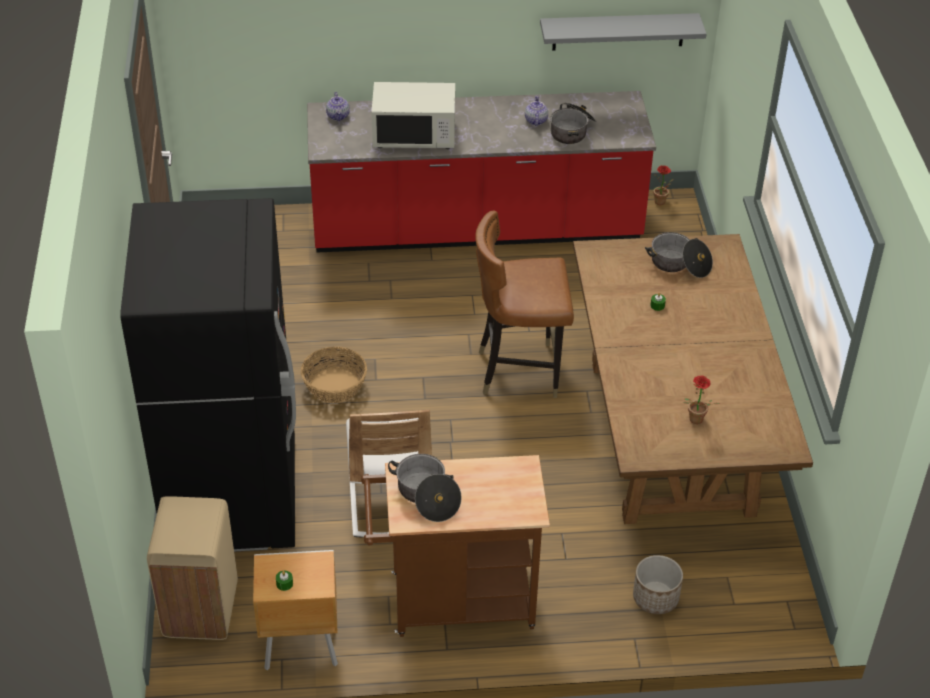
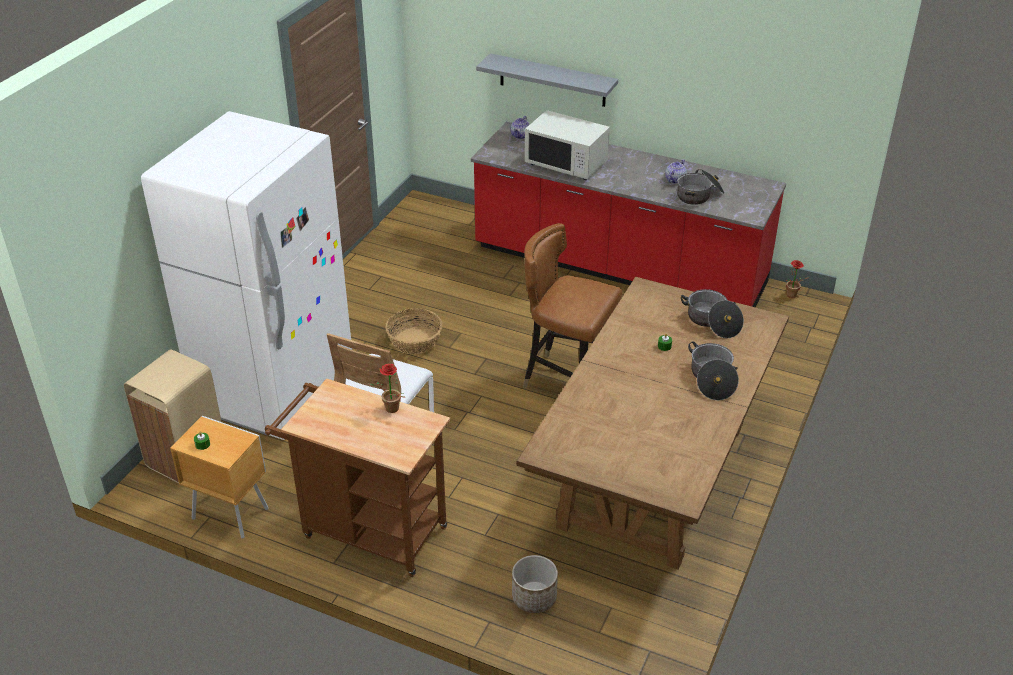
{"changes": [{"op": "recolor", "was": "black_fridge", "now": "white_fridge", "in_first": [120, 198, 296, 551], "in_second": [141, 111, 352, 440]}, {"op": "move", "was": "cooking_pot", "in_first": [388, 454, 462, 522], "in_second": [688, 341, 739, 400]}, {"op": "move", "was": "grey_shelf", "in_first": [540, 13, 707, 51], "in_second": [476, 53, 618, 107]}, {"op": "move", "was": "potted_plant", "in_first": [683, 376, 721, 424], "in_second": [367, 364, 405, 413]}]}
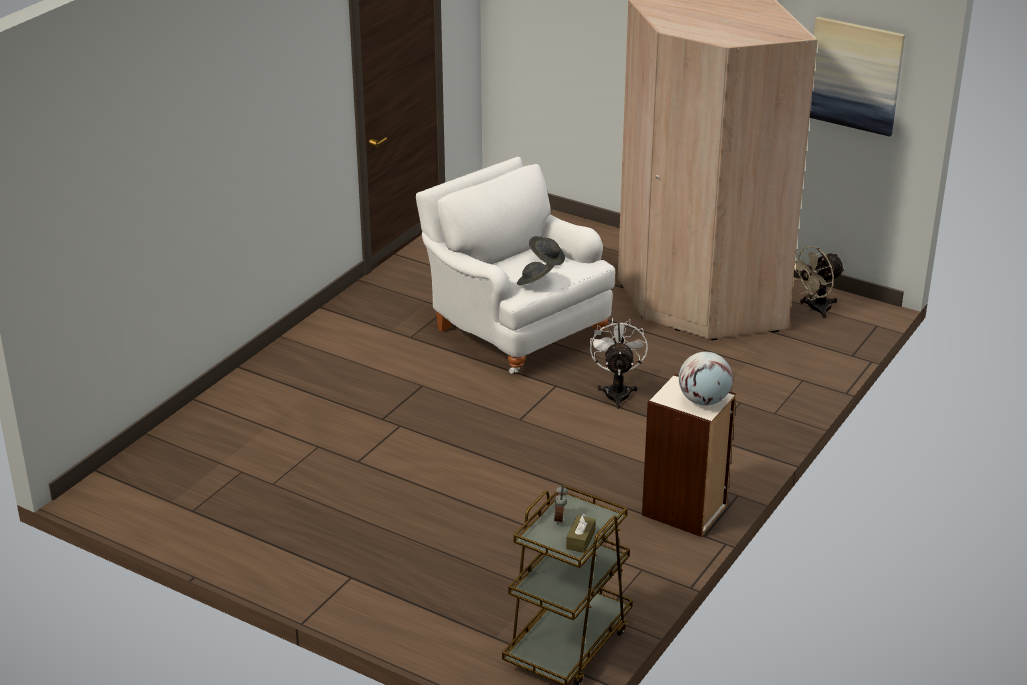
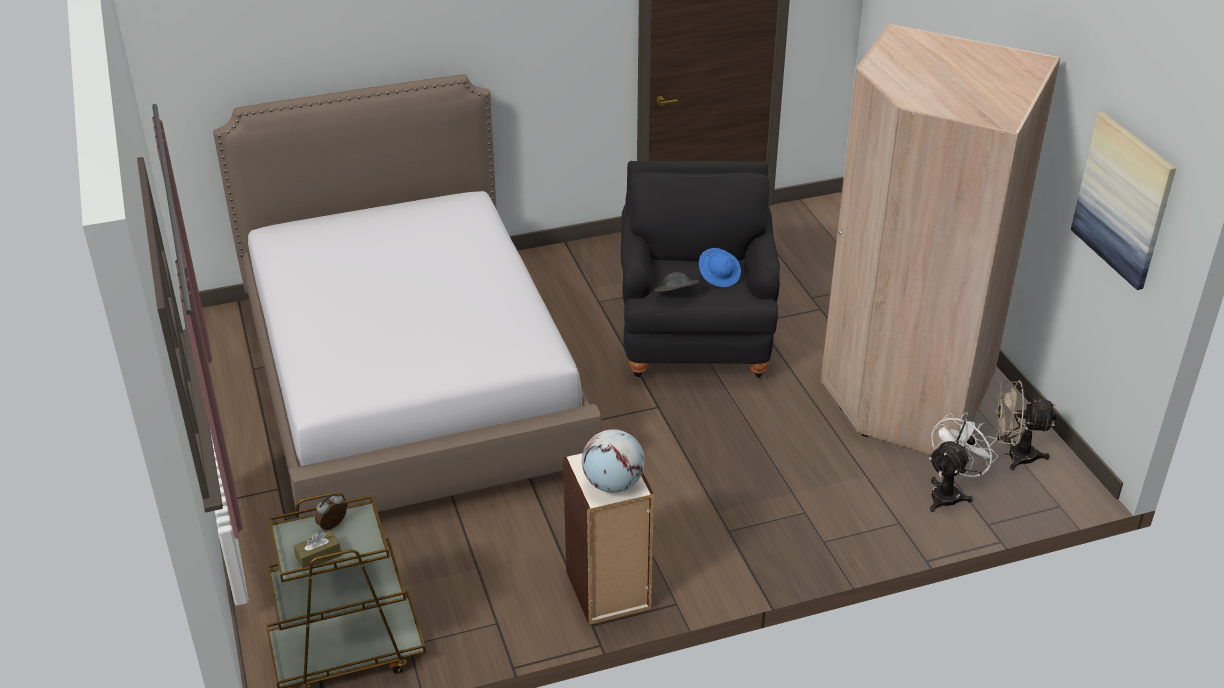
{"changes": [{"op": "recolor", "was": "white_armchair", "now": "black_armchair", "in_first": [416, 157, 615, 374], "in_second": [621, 161, 780, 378]}, {"op": "recolor", "was": "grey_hat", "now": "blue_hat", "in_first": [529, 236, 565, 266], "in_second": [699, 248, 741, 287]}, {"op": "move", "was": "white_fan", "in_first": [590, 318, 648, 409], "in_second": [929, 412, 998, 512]}, {"op": "insert", "now": "bed", "in_second": [213, 74, 602, 517]}]}
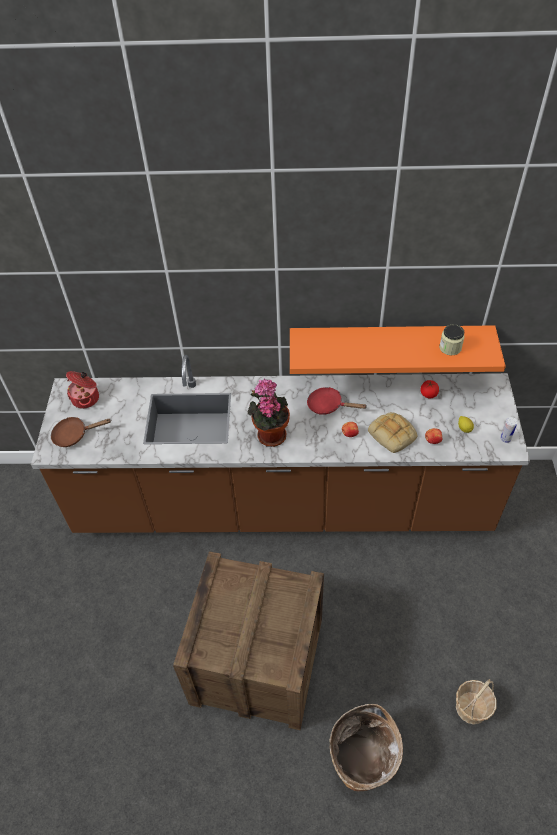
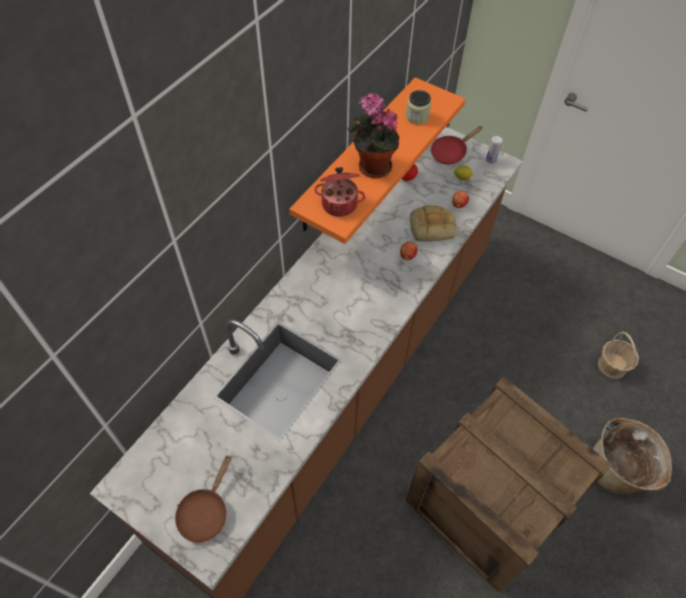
{"changes": [{"op": "move", "was": "cooking_pot", "in_first": [66, 371, 99, 409], "in_second": [314, 167, 365, 217]}, {"op": "move", "was": "potted_plant", "in_first": [248, 378, 290, 447], "in_second": [347, 93, 400, 178]}, {"op": "move", "was": "red_frying_pan", "in_first": [307, 387, 367, 415], "in_second": [431, 126, 483, 165]}]}
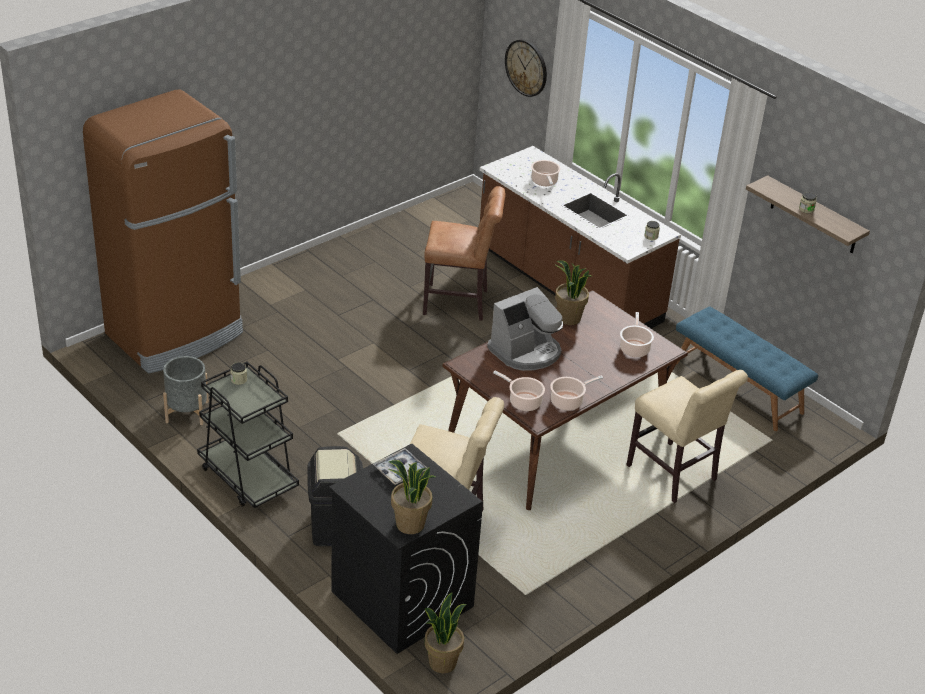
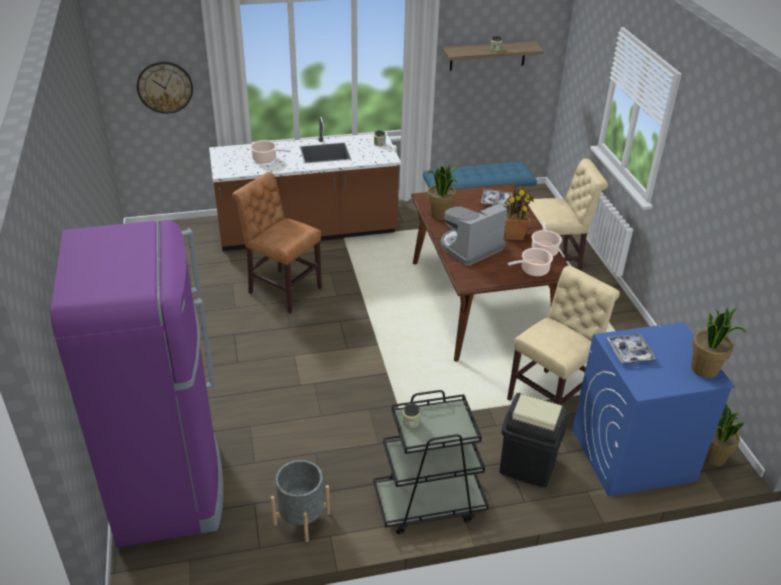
{"changes": [{"op": "recolor", "was": "brown_fridge", "now": "purple_fridge", "in_first": [83, 90, 243, 374], "in_second": [50, 220, 224, 547]}, {"op": "recolor", "was": "black_washing_machine", "now": "blue_washing_machine", "in_first": [329, 444, 483, 654], "in_second": [572, 322, 735, 497]}, {"op": "rotate", "was": "brown_chair", "in_first": [423, 186, 506, 321], "in_second": [232, 172, 322, 313], "clockwise": -90}, {"op": "rotate", "was": "coffee_machine", "in_first": [487, 287, 563, 371], "in_second": [440, 203, 507, 266], "clockwise": -120}, {"op": "replace", "was": "cooking_pot", "now": "tray", "in_first": [620, 312, 654, 357], "in_second": [481, 189, 512, 207]}, {"op": "insert", "now": "potted_plant", "in_second": [505, 183, 534, 240]}]}
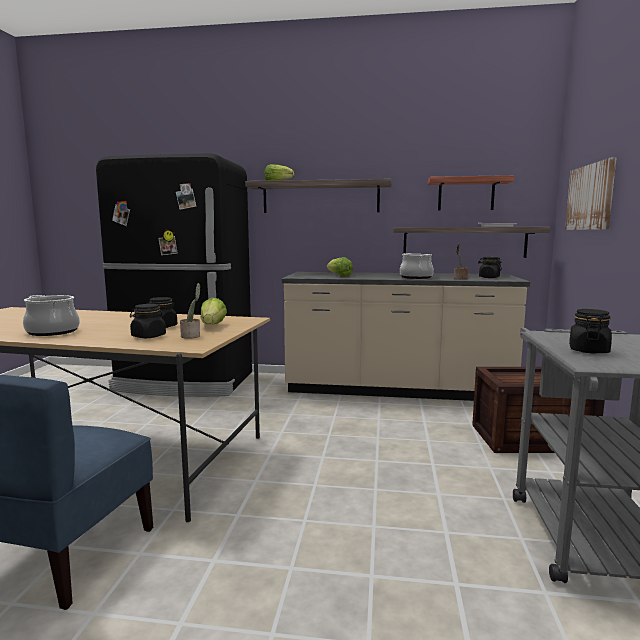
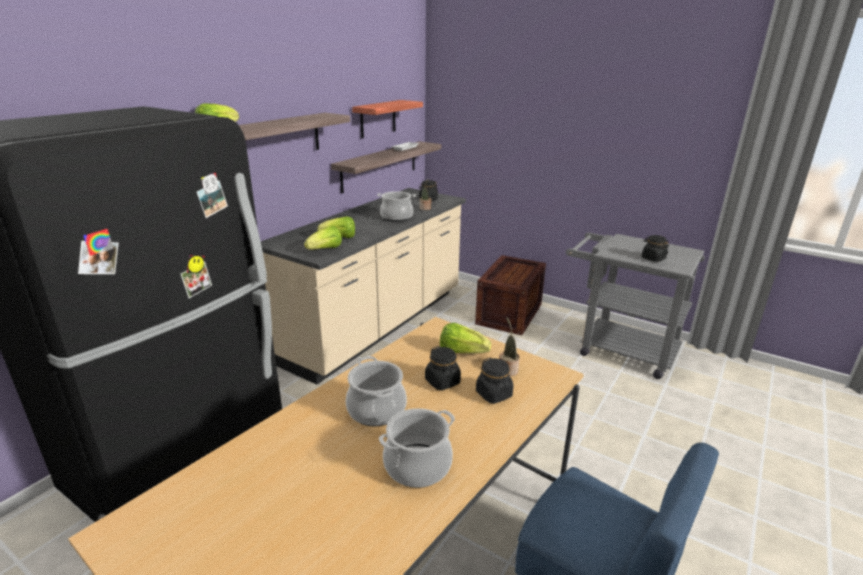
{"changes": [{"op": "delete", "was": "picture", "in_first": [565, 157, 617, 230]}, {"op": "insert", "now": "lettuce", "in_second": [304, 226, 342, 250]}, {"op": "insert", "now": "cooking_pot", "in_second": [346, 356, 407, 426]}]}
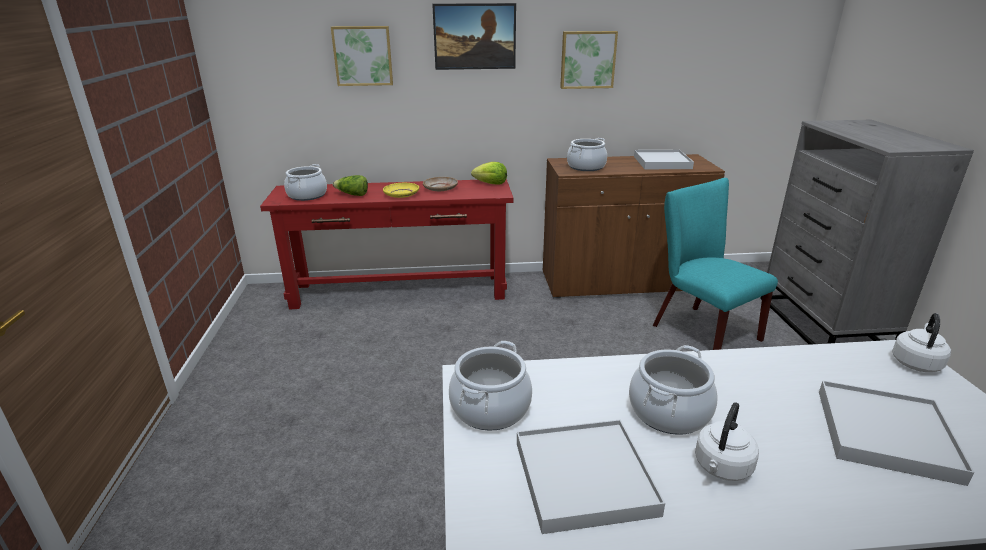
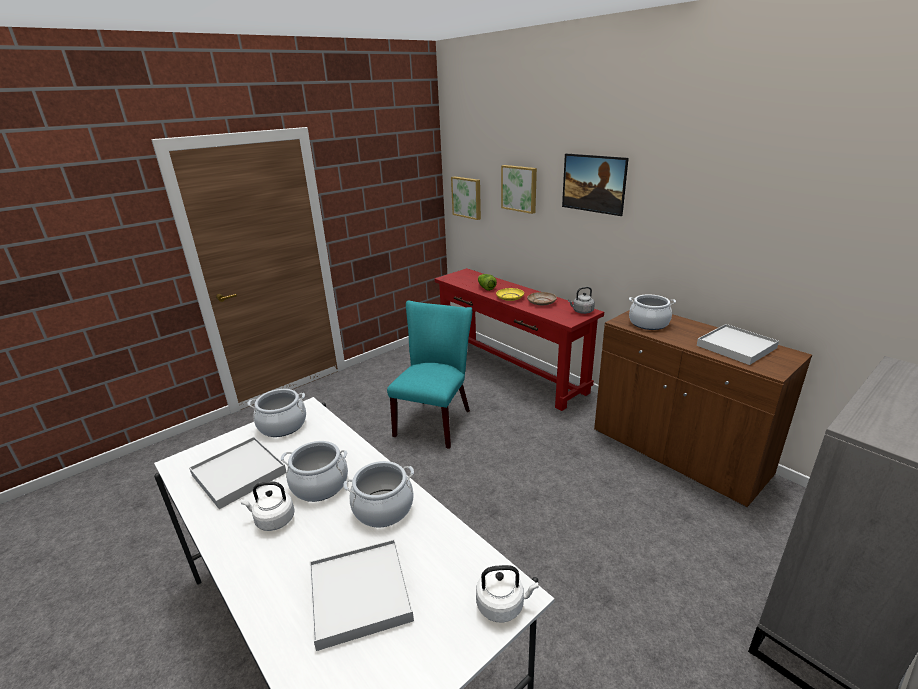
{"changes": [{"op": "move", "was": "cooking_pot", "in_first": [284, 164, 327, 201], "in_second": [343, 461, 414, 527]}, {"op": "replace", "was": "lettuce", "now": "grey_kettle", "in_first": [471, 162, 507, 185], "in_second": [568, 287, 595, 314]}, {"op": "move", "was": "picture", "in_first": [560, 31, 618, 89], "in_second": [451, 176, 481, 220]}, {"op": "move", "was": "turquoise_chair", "in_first": [653, 178, 778, 350], "in_second": [387, 301, 472, 449]}]}
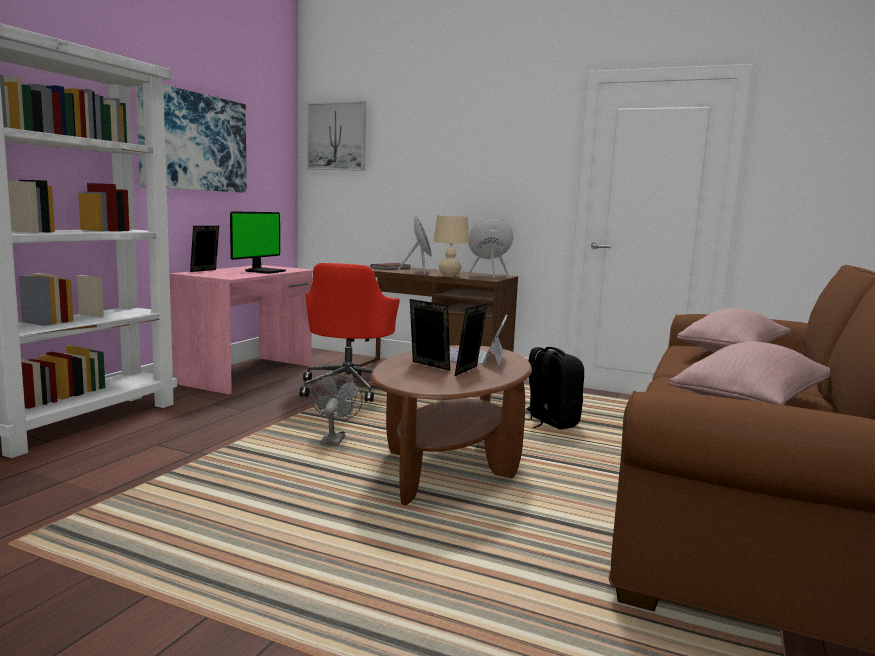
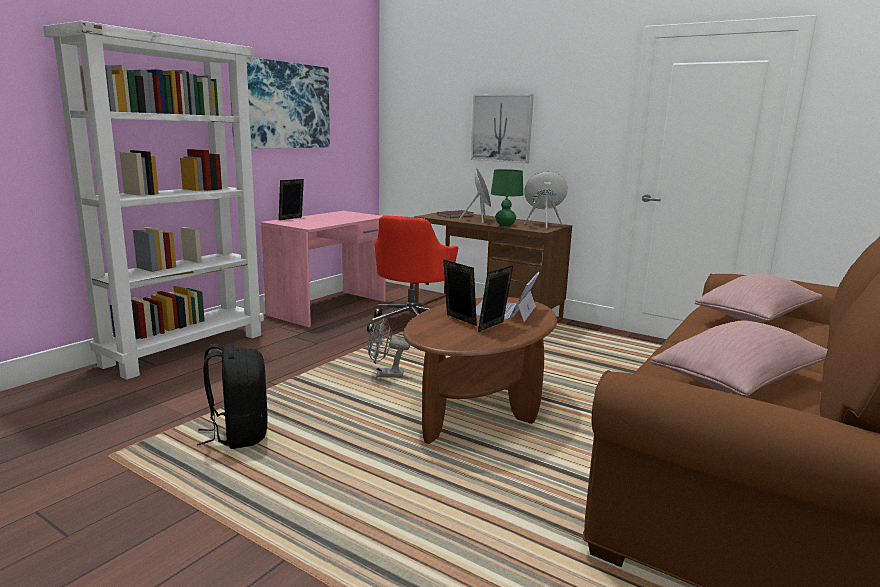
{"changes": [{"op": "delete", "was": "monitor", "in_first": [230, 211, 286, 274]}, {"op": "move", "was": "picture", "in_first": [307, 101, 366, 171], "in_second": [471, 94, 534, 163]}, {"op": "rotate", "was": "grey_fan", "in_first": [311, 373, 363, 446], "in_second": [368, 319, 410, 378], "clockwise": -105}, {"op": "recolor", "was": "beige_table_lamp", "now": "green_table_lamp", "in_first": [434, 216, 469, 277], "in_second": [491, 169, 523, 227]}, {"op": "move", "was": "black_backpack", "in_first": [525, 347, 584, 430], "in_second": [197, 344, 268, 449]}]}
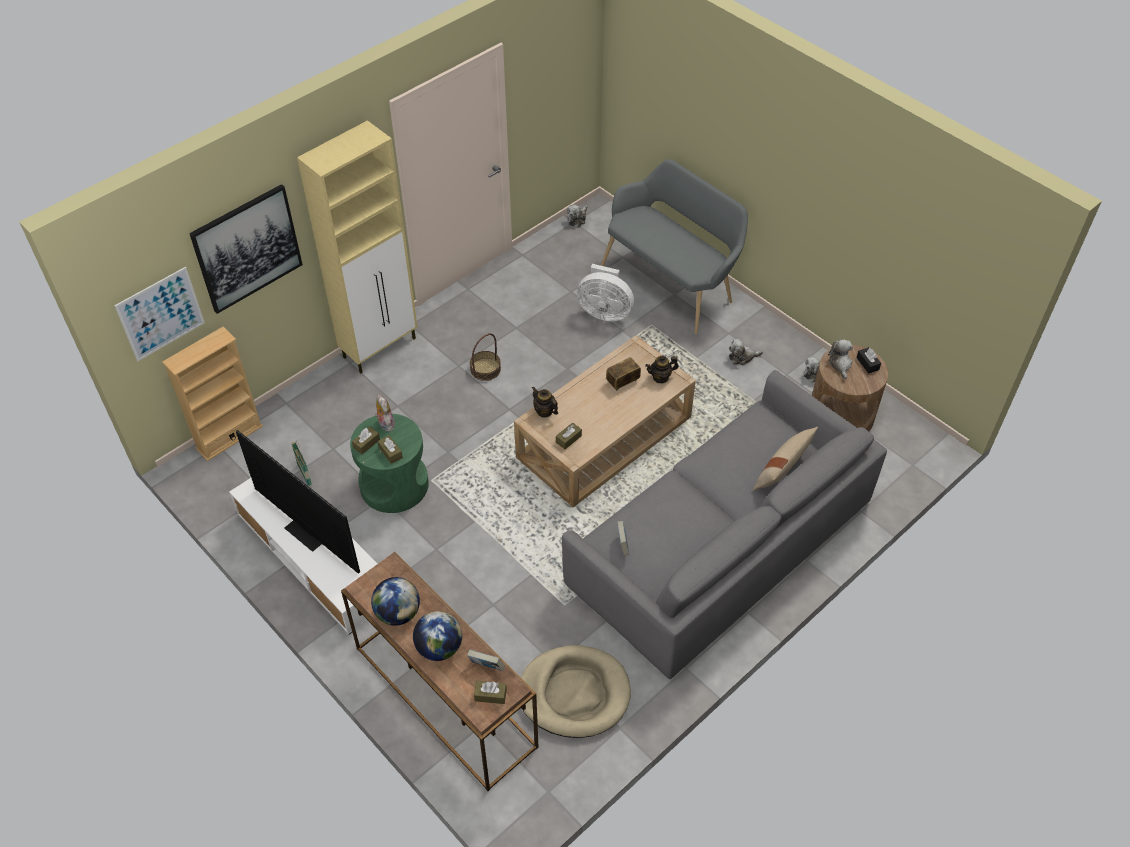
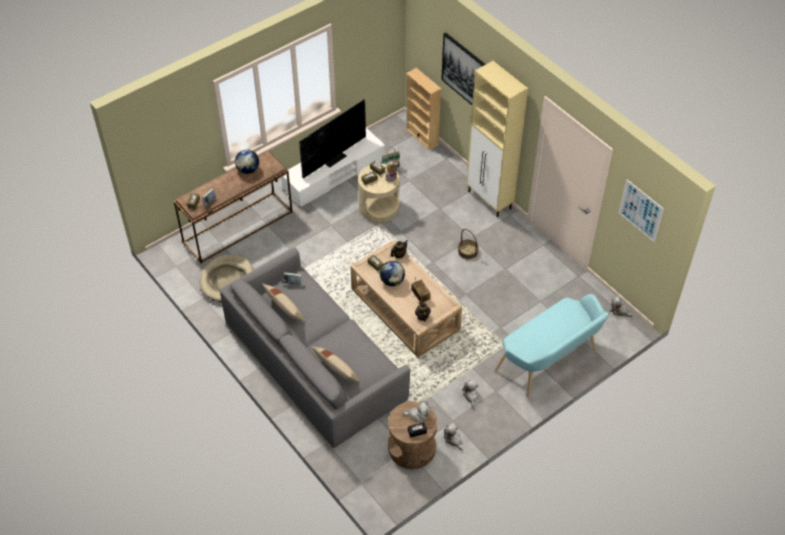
{"changes": [{"op": "move", "was": "picture", "in_first": [114, 267, 205, 361], "in_second": [619, 179, 664, 242]}, {"op": "recolor", "was": "green_side_table", "now": "beige_side_table", "in_first": [350, 414, 429, 513], "in_second": [358, 164, 400, 222]}, {"op": "move", "was": "globe", "in_first": [413, 611, 462, 661], "in_second": [380, 261, 405, 286]}, {"op": "delete", "was": "white_fan", "in_first": [577, 264, 634, 321]}, {"op": "recolor", "was": "grey_bench", "now": "turquoise_bench", "in_first": [601, 159, 748, 334], "in_second": [495, 294, 609, 398]}, {"op": "insert", "now": "beige_pillow", "in_second": [262, 283, 305, 322]}]}
